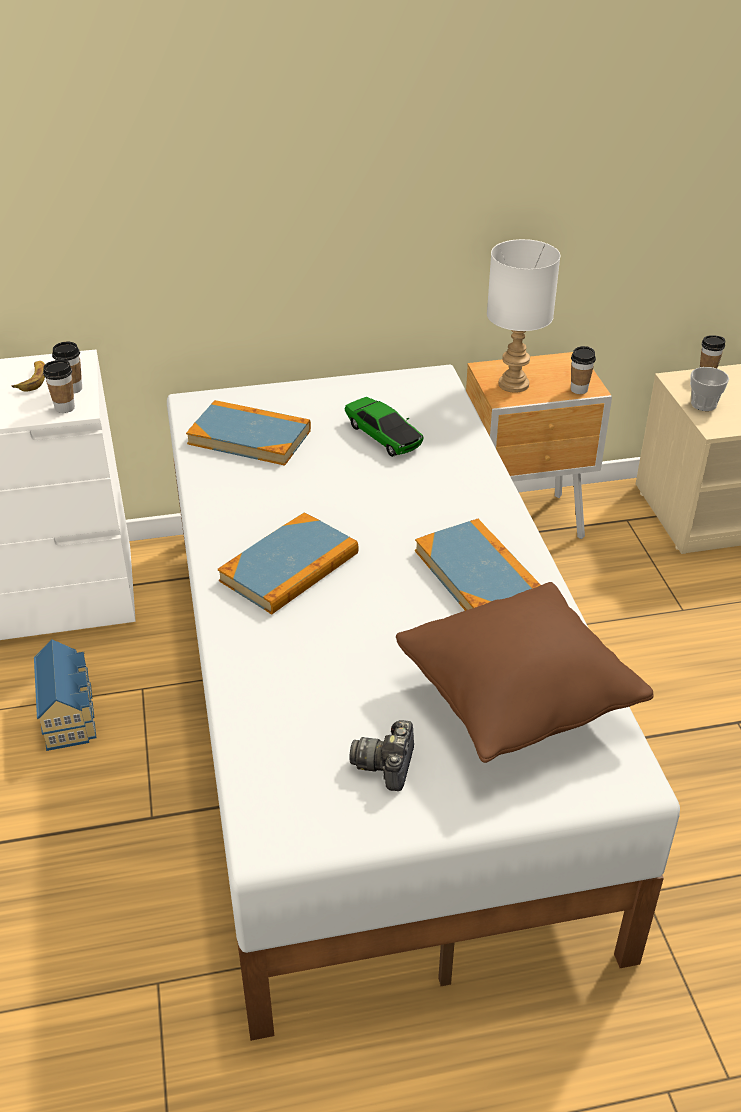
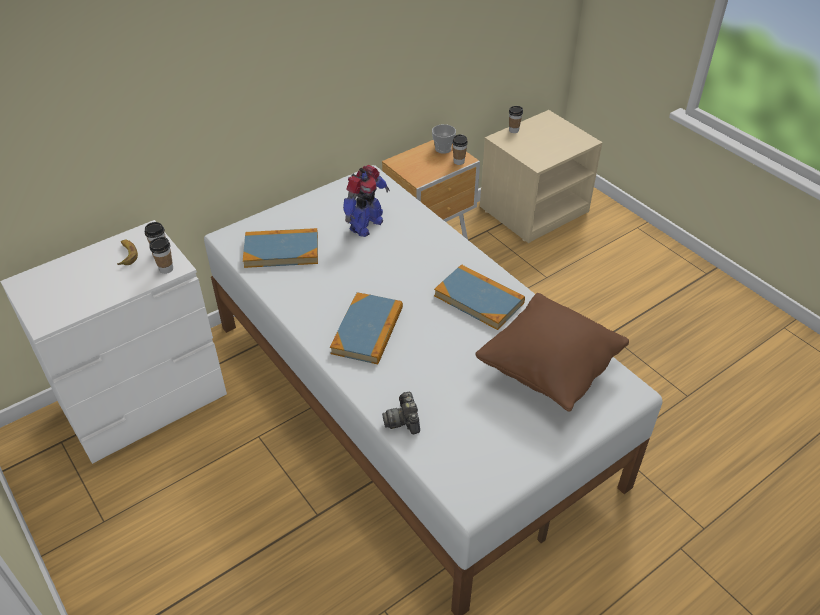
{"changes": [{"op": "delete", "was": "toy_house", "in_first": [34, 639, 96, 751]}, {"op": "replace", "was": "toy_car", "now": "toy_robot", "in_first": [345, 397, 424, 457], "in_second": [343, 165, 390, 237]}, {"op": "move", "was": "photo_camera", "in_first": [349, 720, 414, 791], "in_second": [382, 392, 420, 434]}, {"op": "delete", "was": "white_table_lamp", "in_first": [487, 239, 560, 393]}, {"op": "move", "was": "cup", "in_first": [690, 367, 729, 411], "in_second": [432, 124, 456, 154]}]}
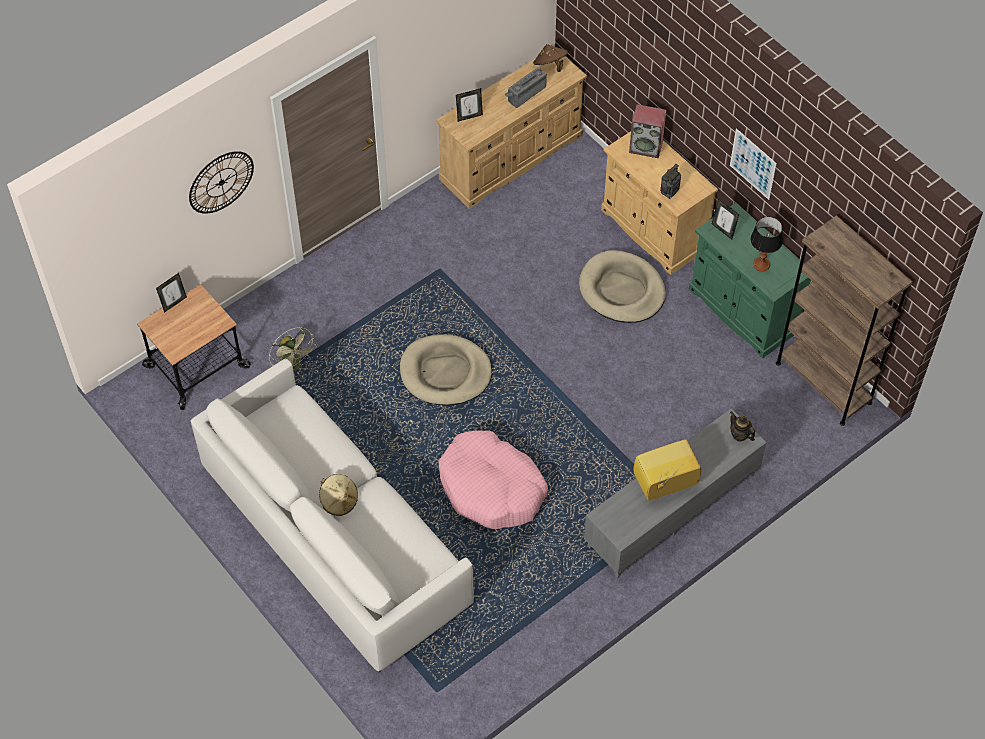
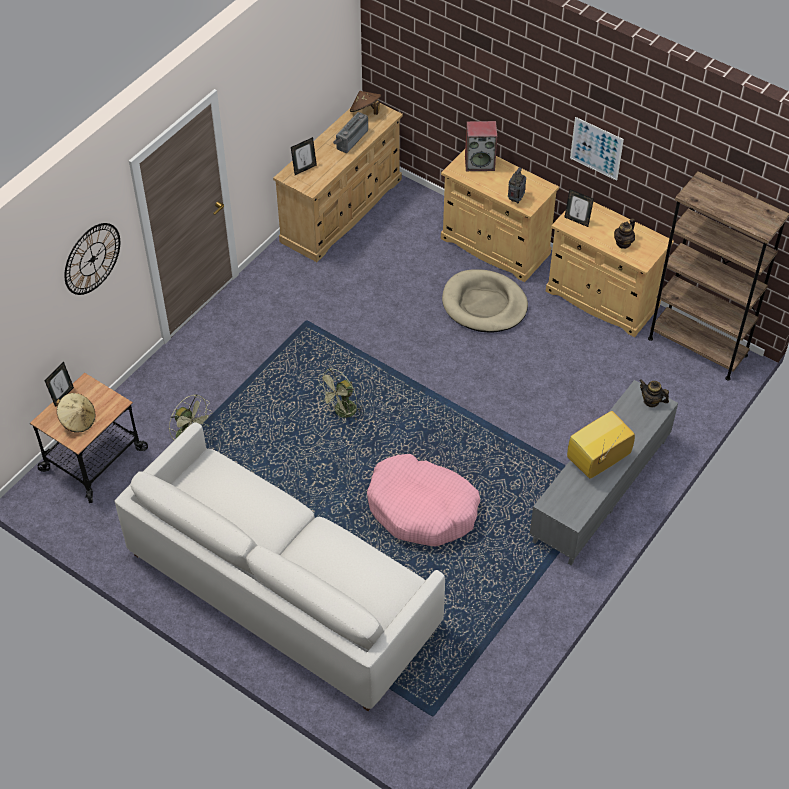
{"changes": [{"op": "move", "was": "beige_hat", "in_first": [319, 474, 358, 516], "in_second": [56, 393, 95, 433]}, {"op": "replace", "was": "beige_dog_bed", "now": "green_fan", "in_first": [400, 334, 492, 405], "in_second": [316, 368, 362, 420]}, {"op": "recolor", "was": "green_cabinet", "now": "beige_cabinet", "in_first": [689, 203, 811, 358], "in_second": [546, 201, 674, 337]}, {"op": "replace", "was": "table_lamp", "now": "teapot", "in_first": [750, 217, 783, 272], "in_second": [614, 218, 635, 249]}]}
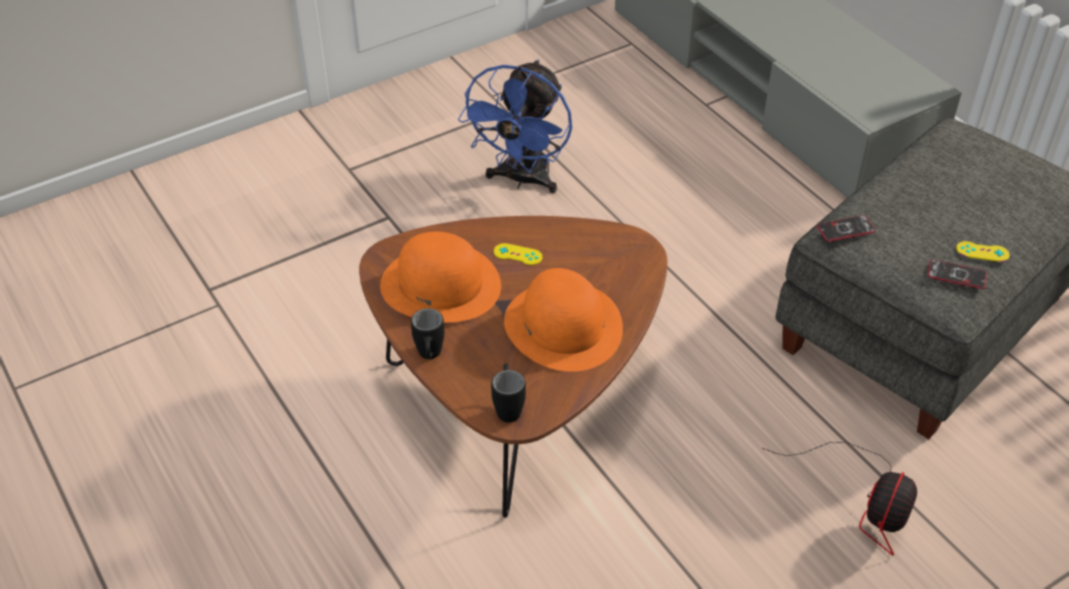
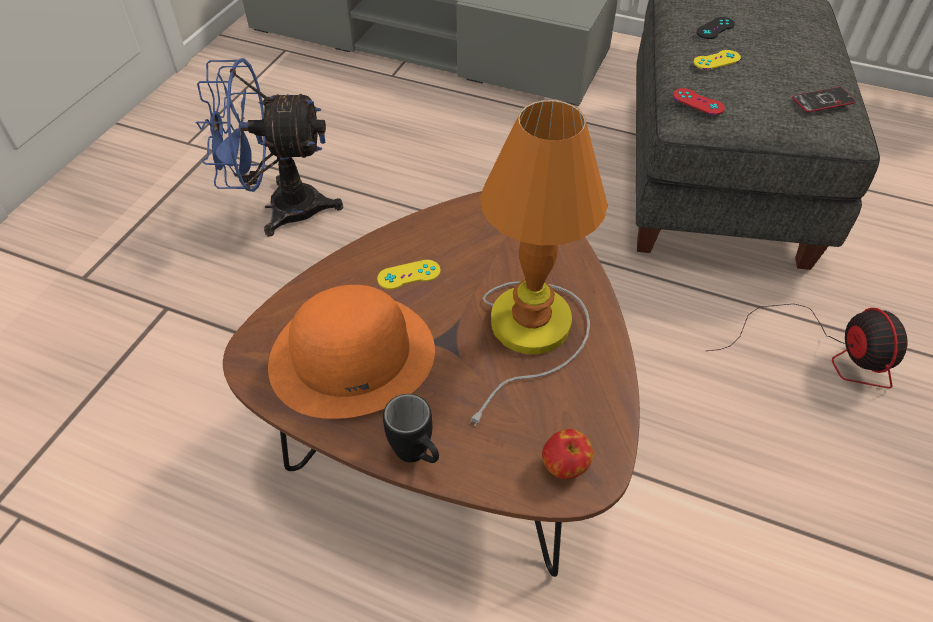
{"changes": [{"op": "rotate", "was": "blue_fan", "in_first": [458, 60, 572, 193], "in_second": [195, 58, 343, 237], "clockwise": 105}, {"op": "replace", "was": "black_mug", "now": "apple", "in_first": [491, 363, 526, 423], "in_second": [542, 429, 593, 479]}, {"op": "replace", "was": "orange_hat", "now": "table_lamp", "in_first": [504, 268, 623, 372], "in_second": [469, 100, 608, 426]}, {"op": "replace", "was": "phone", "now": "red_game_controller", "in_first": [817, 215, 876, 242], "in_second": [673, 88, 725, 115]}, {"op": "move", "was": "yellow_game_controller", "in_first": [956, 241, 1010, 262], "in_second": [693, 50, 741, 70]}, {"op": "insert", "now": "black_game_controller", "in_second": [696, 17, 735, 39]}]}
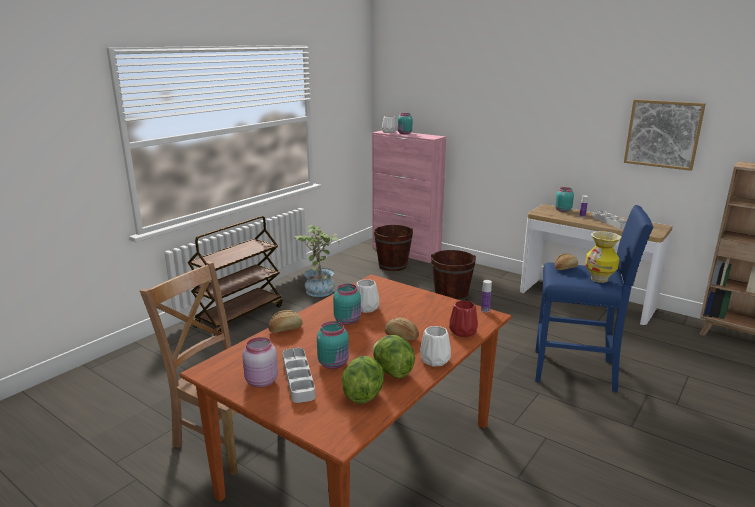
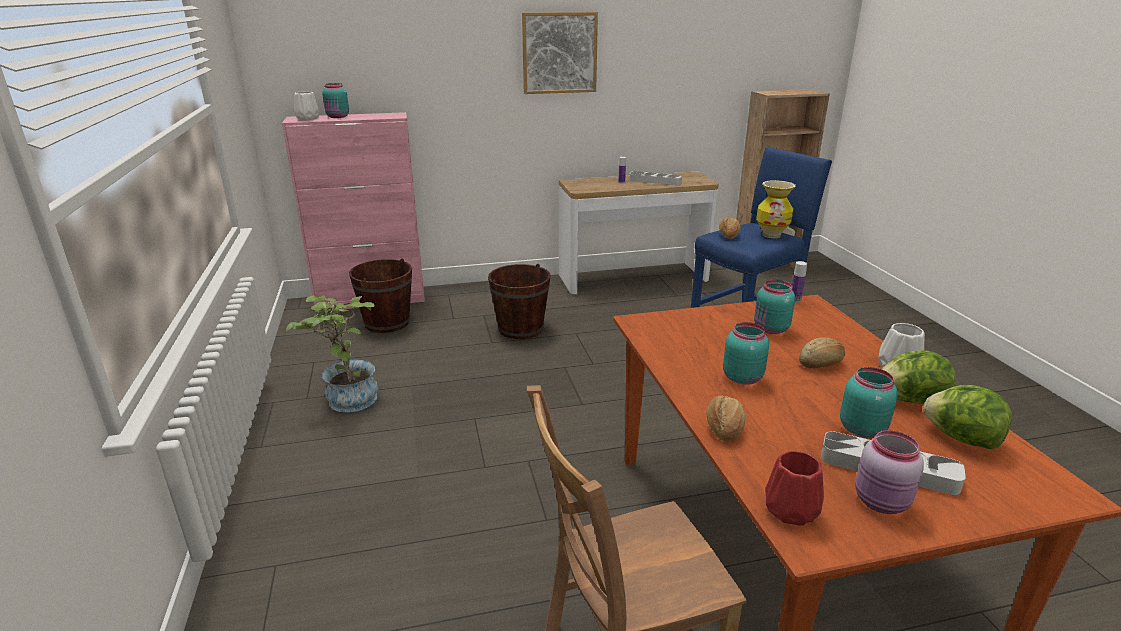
{"changes": [{"op": "delete", "was": "brown_cart", "in_first": [187, 216, 283, 336]}, {"op": "delete", "was": "white_vase", "in_first": [356, 279, 379, 313]}, {"op": "move", "was": "red_vase", "in_first": [449, 301, 478, 337], "in_second": [765, 451, 824, 526]}, {"op": "move", "was": "turquoise_jar", "in_first": [555, 187, 574, 212], "in_second": [754, 280, 795, 334]}, {"op": "move", "was": "picture", "in_first": [624, 99, 706, 171], "in_second": [522, 12, 598, 94]}]}
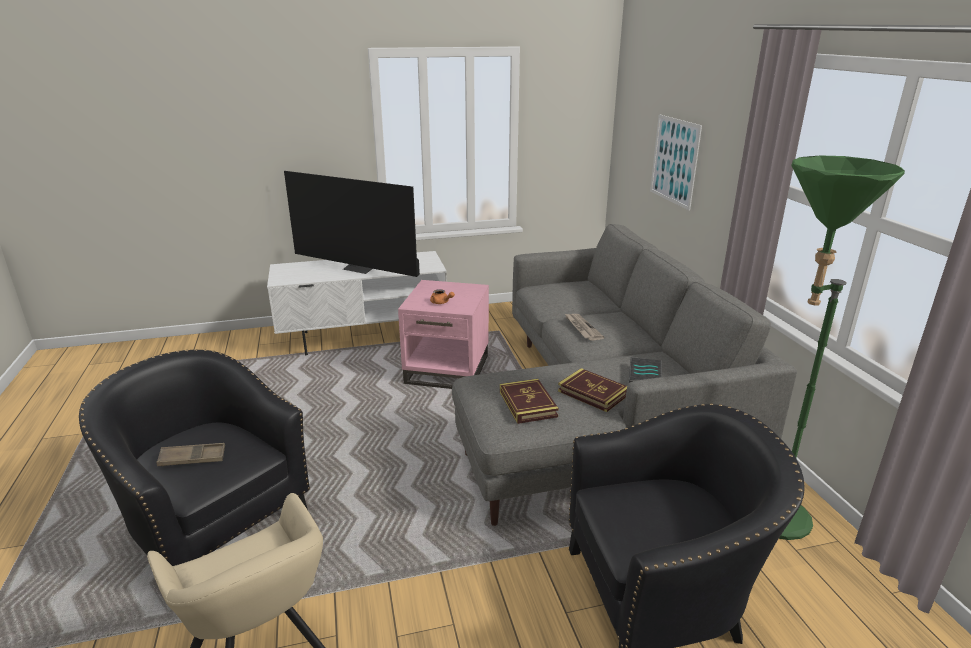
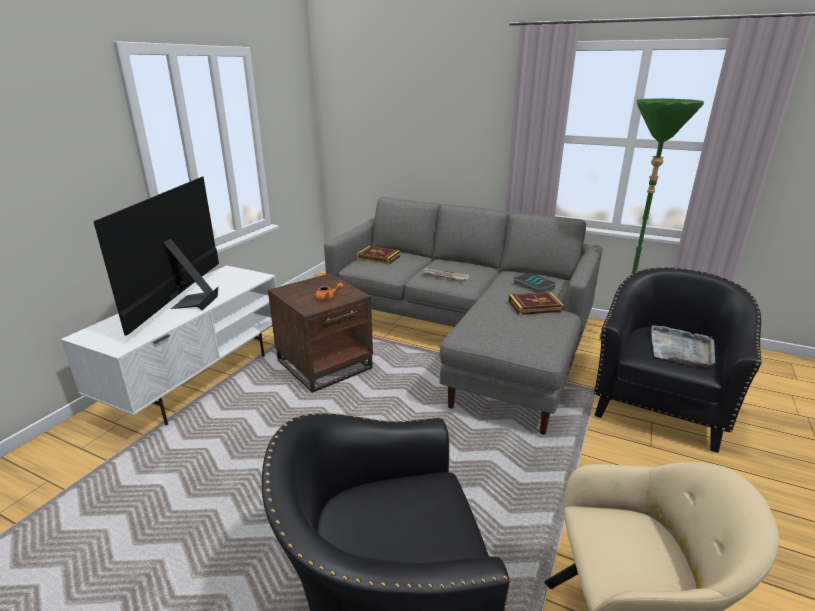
{"changes": [{"op": "delete", "was": "brown_tray", "in_first": [156, 443, 225, 467]}, {"op": "rotate", "was": "television", "in_first": [284, 171, 420, 277], "in_second": [93, 177, 219, 336], "clockwise": 120}, {"op": "recolor", "was": "pink_side_table", "now": "brown_side_table", "in_first": [398, 280, 489, 389], "in_second": [268, 273, 373, 393]}, {"op": "move", "was": "book", "in_first": [500, 379, 559, 424], "in_second": [357, 246, 401, 264]}, {"op": "delete", "was": "picture", "in_first": [650, 114, 702, 210]}, {"op": "insert", "now": "grey_tray", "in_second": [651, 326, 715, 368]}]}
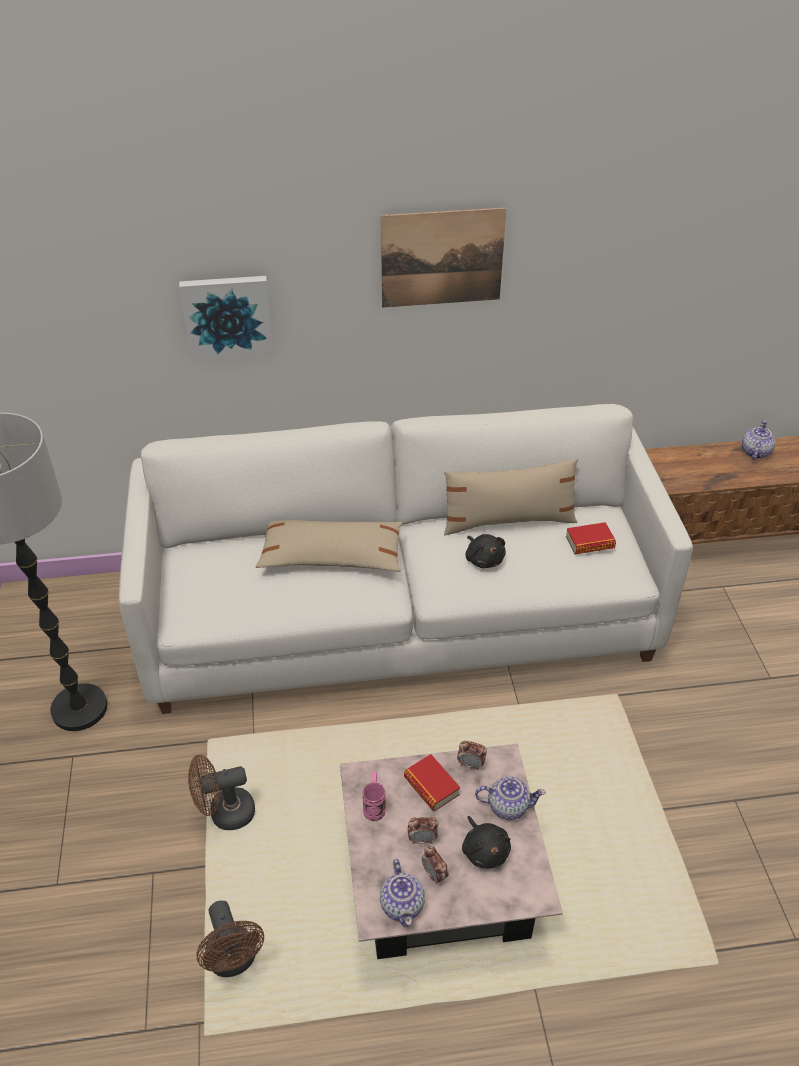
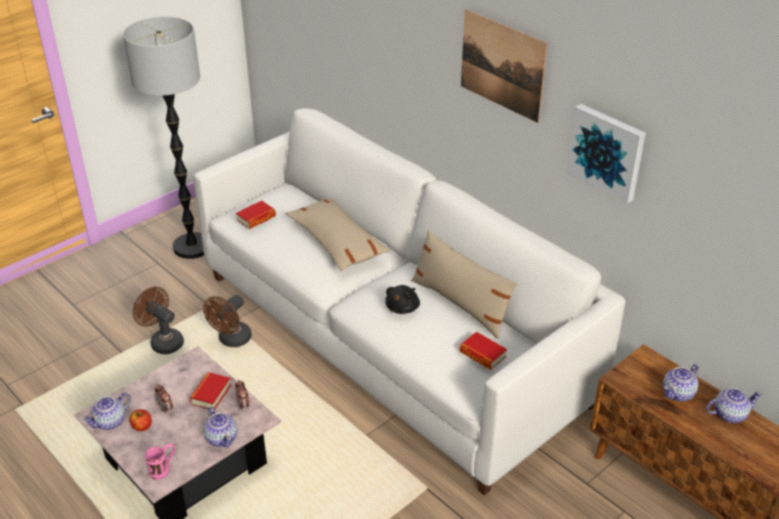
{"changes": [{"op": "move", "was": "picture", "in_first": [179, 276, 274, 361], "in_second": [567, 104, 646, 204]}, {"op": "move", "was": "brown_fan", "in_first": [196, 900, 264, 977], "in_second": [203, 295, 252, 347]}, {"op": "move", "was": "pink_mug", "in_first": [362, 772, 386, 821], "in_second": [145, 444, 175, 480]}, {"op": "replace", "was": "alarm_clock", "now": "apple", "in_first": [422, 846, 449, 884], "in_second": [130, 409, 152, 431]}, {"op": "delete", "was": "black_plush_toy", "in_first": [462, 816, 511, 868]}, {"op": "insert", "now": "book", "in_second": [236, 201, 276, 229]}, {"op": "insert", "now": "teapot", "in_second": [663, 364, 699, 402]}]}
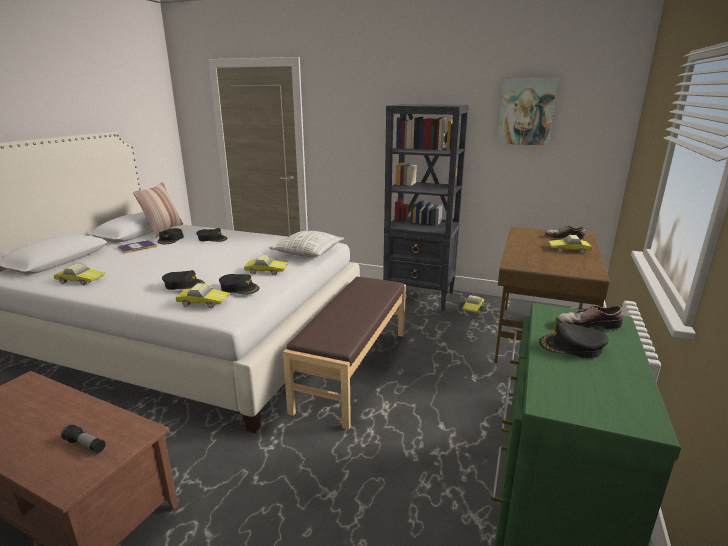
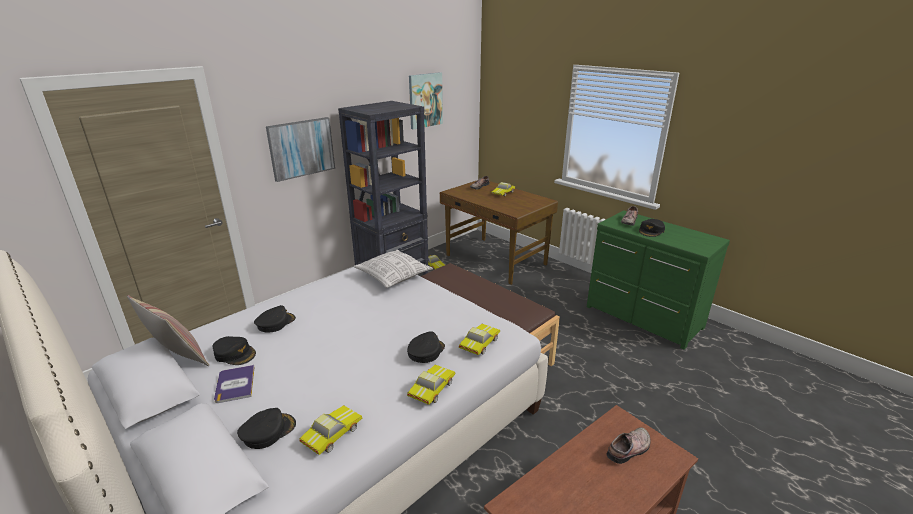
{"changes": [{"op": "replace", "was": "flashlight", "now": "shoe", "in_first": [61, 424, 106, 453], "in_second": [606, 427, 650, 464]}, {"op": "move", "was": "black_cap", "in_first": [219, 274, 259, 295], "in_second": [237, 408, 296, 449]}, {"op": "move", "was": "toy_car", "in_first": [244, 255, 288, 275], "in_second": [407, 365, 455, 405]}, {"op": "insert", "now": "picture", "in_second": [266, 117, 335, 182]}]}
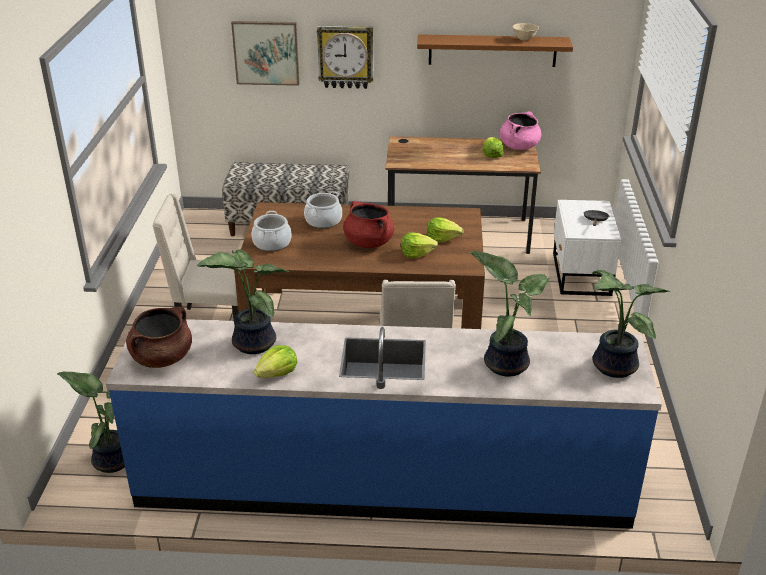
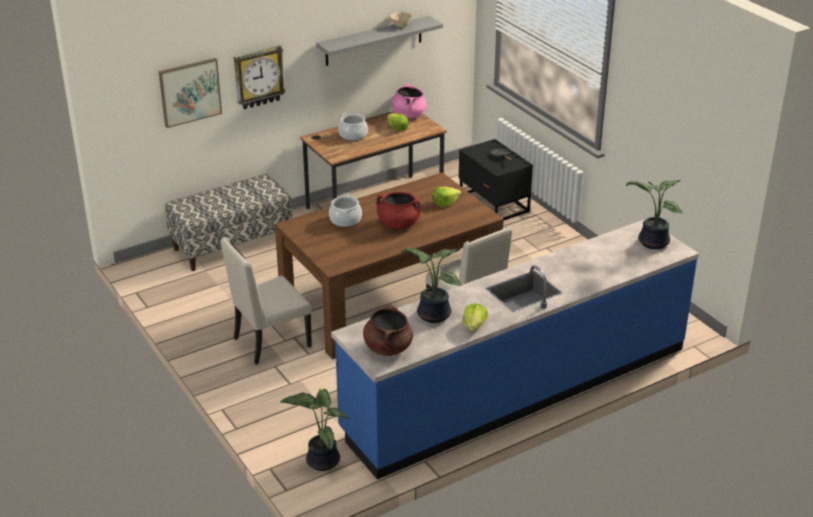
{"changes": [{"op": "move", "was": "cooking_pot", "in_first": [252, 211, 292, 251], "in_second": [339, 113, 368, 141]}, {"op": "delete", "was": "lettuce", "in_first": [401, 232, 438, 258]}, {"op": "recolor", "was": "brown_shelf", "now": "grey_shelf", "in_first": [417, 34, 573, 67], "in_second": [316, 16, 443, 66]}, {"op": "delete", "was": "potted_plant", "in_first": [470, 251, 550, 377]}, {"op": "recolor", "was": "white_nightstand", "now": "black_nightstand", "in_first": [553, 200, 622, 296], "in_second": [459, 139, 533, 220]}]}
